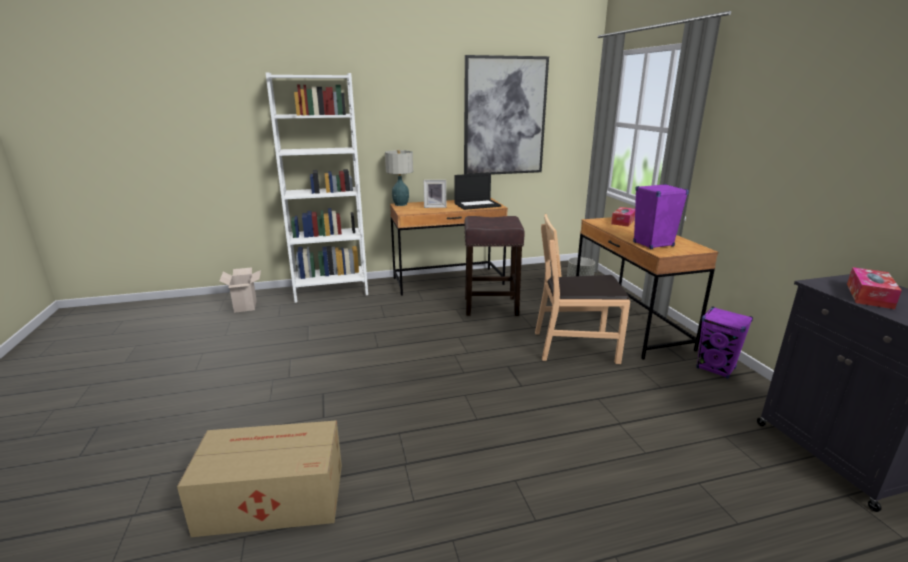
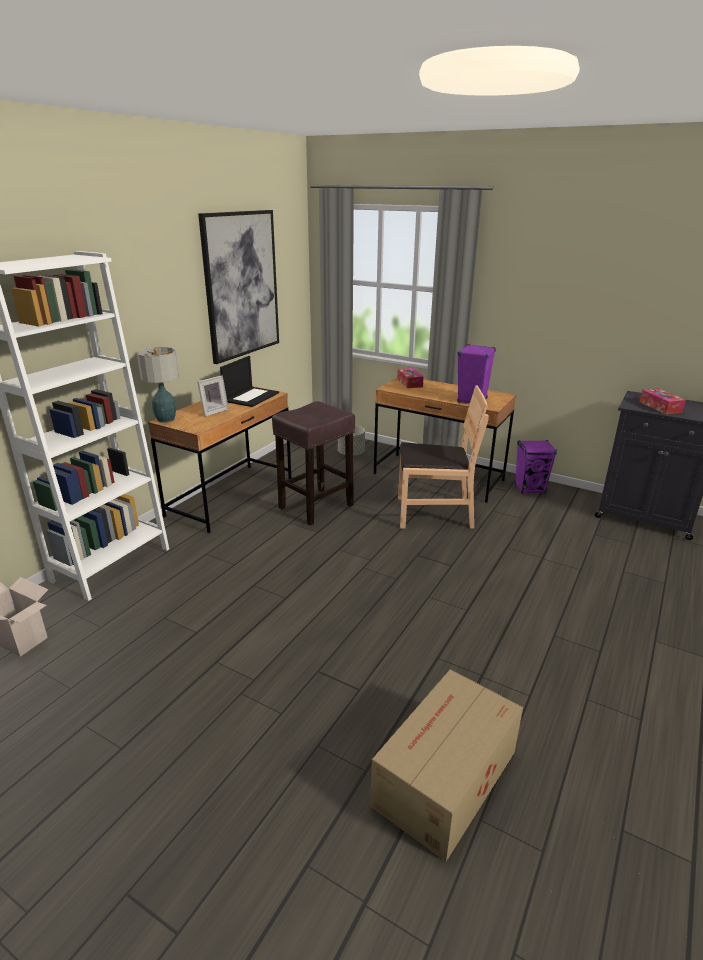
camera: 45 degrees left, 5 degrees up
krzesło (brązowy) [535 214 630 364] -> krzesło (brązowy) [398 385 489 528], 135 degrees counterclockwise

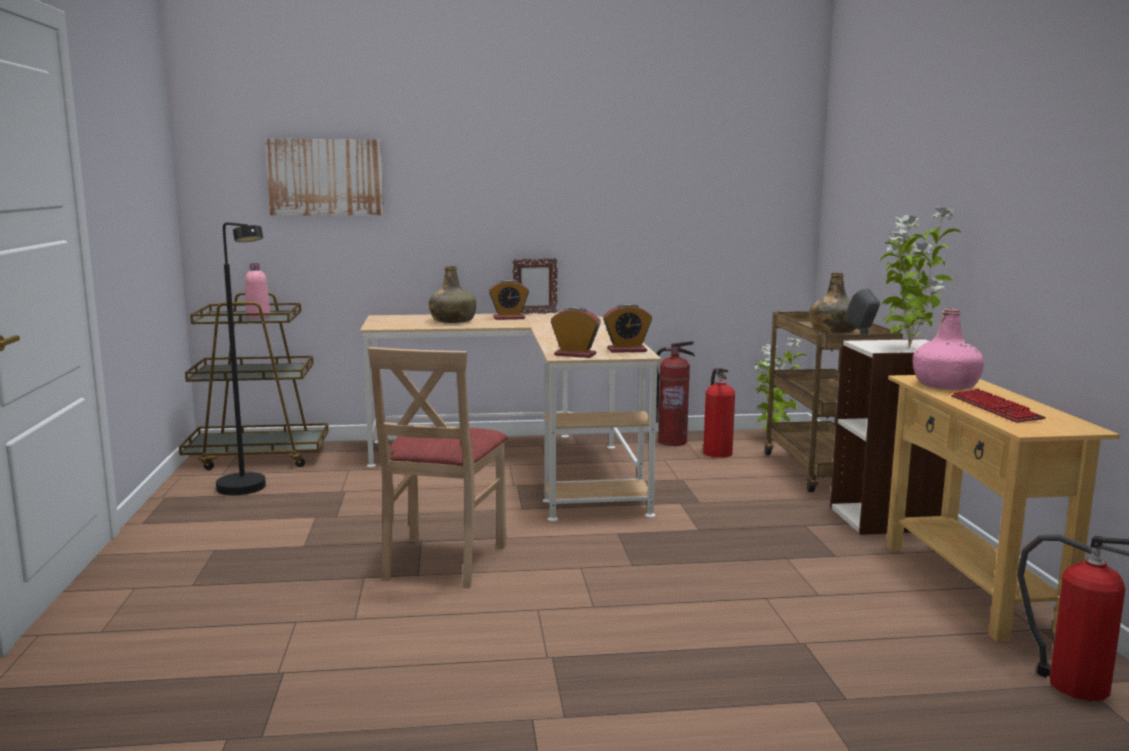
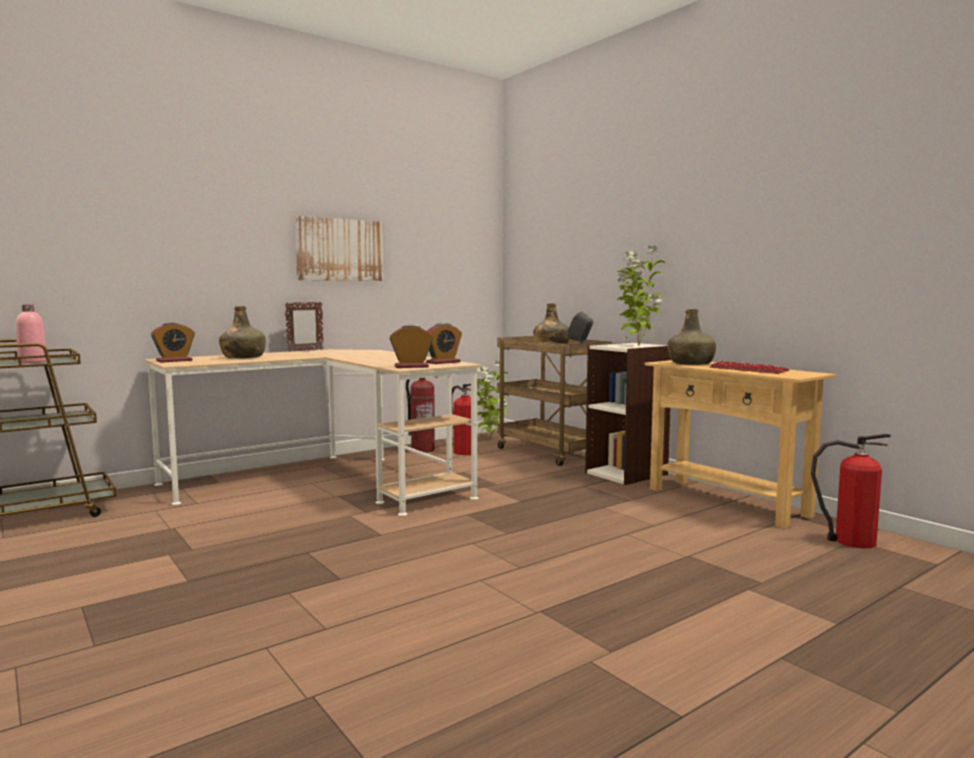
camera: 30 degrees left, 5 degrees down
lampa stojąca (czarny) [216 222 266 495] -> none
krzesło (beżowy) [368 347 508 589] -> none
obraz [265 139 384 215] -> obraz [295 216 384 281], move
budzik [489 279 529 320] -> budzik [151 322 195 363], move
butelka (różowy) [913 308 984 390] -> butelka (zielony) [667 309 716 365]

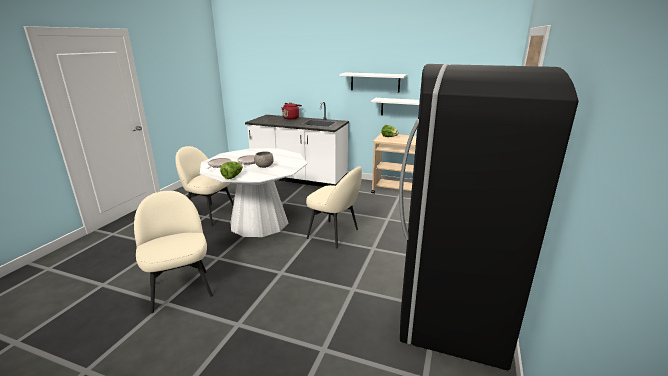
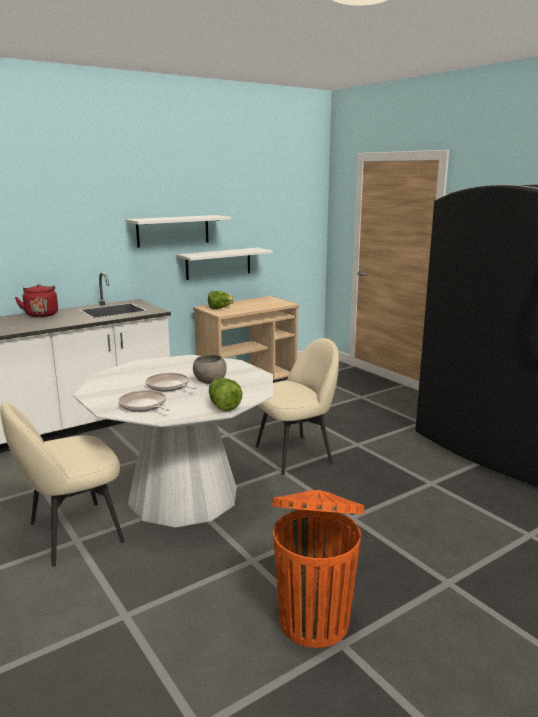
camera: 55 degrees left, 5 degrees down
krzesło (beżowy) [134 191 213 313] -> kosz na śmieci (pomarańczowy) [272 490 364 648]

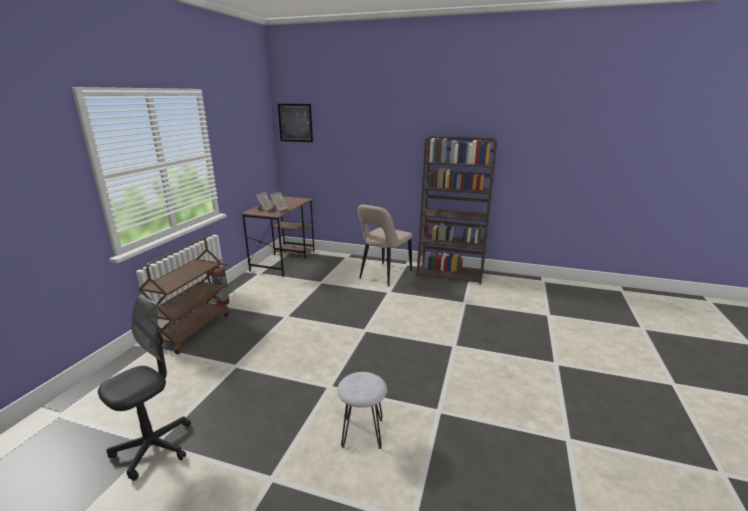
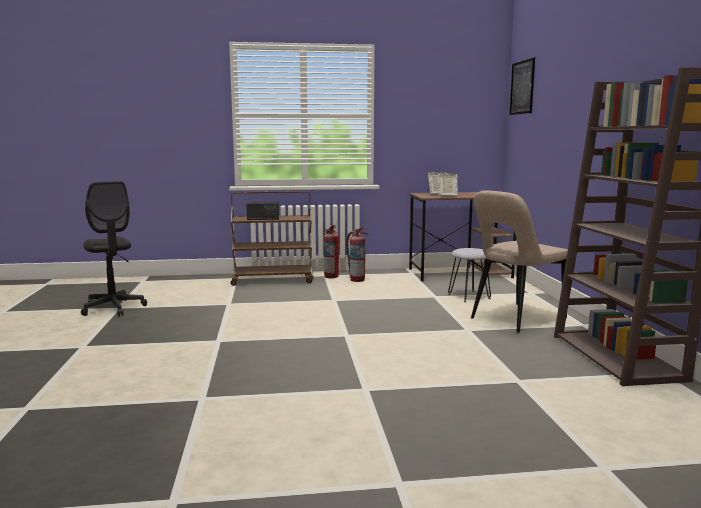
camera: 65 degrees right, 10 degrees down
none -> radio [246 202 279 220]
none -> gaśnica [346 227 369 282]
stołek (szary) [337 372 387 449] -> stołek (szary) [448 248 491 302], move
krzesło biurowe (czarny) [98 295 191 481] -> krzesło biurowe (czarny) [81 181 147 316], 45 degrees clockwise
krzesło (beżowy) [358 204 412 286] -> krzesło (beżowy) [471 190 568 333], 45 degrees counterclockwise

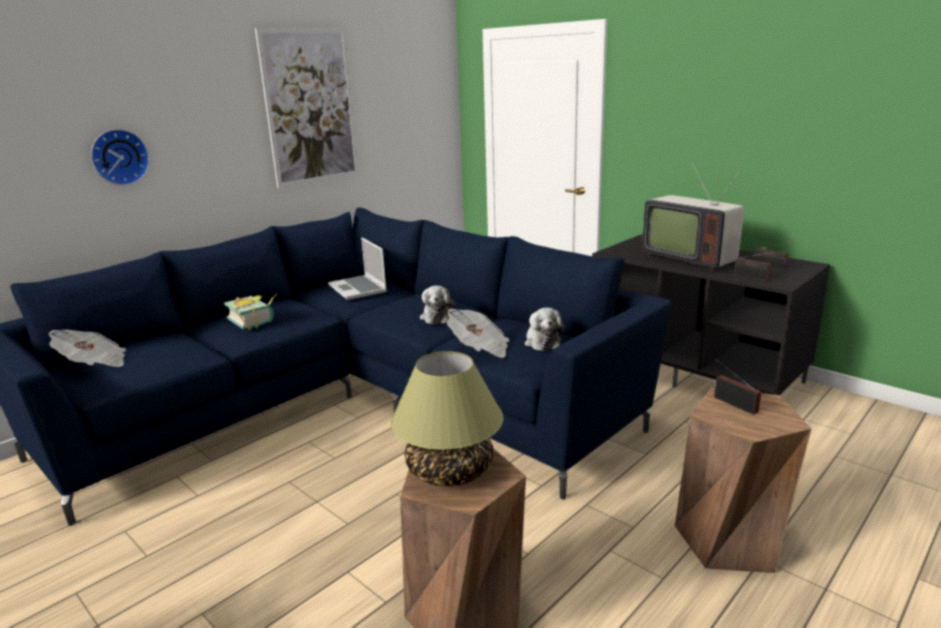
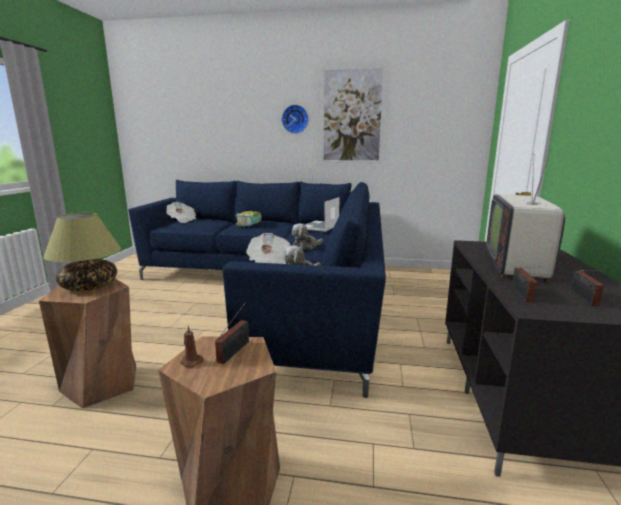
camera: 55 degrees right, 5 degrees down
none -> świeca (brązowy) [180 325 203 367]
zegar ścienny [91 129 150 186] -> zegar ścienny [282 105 309 134], move

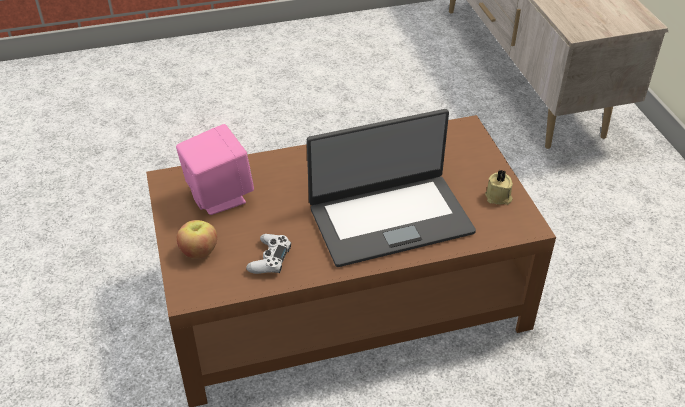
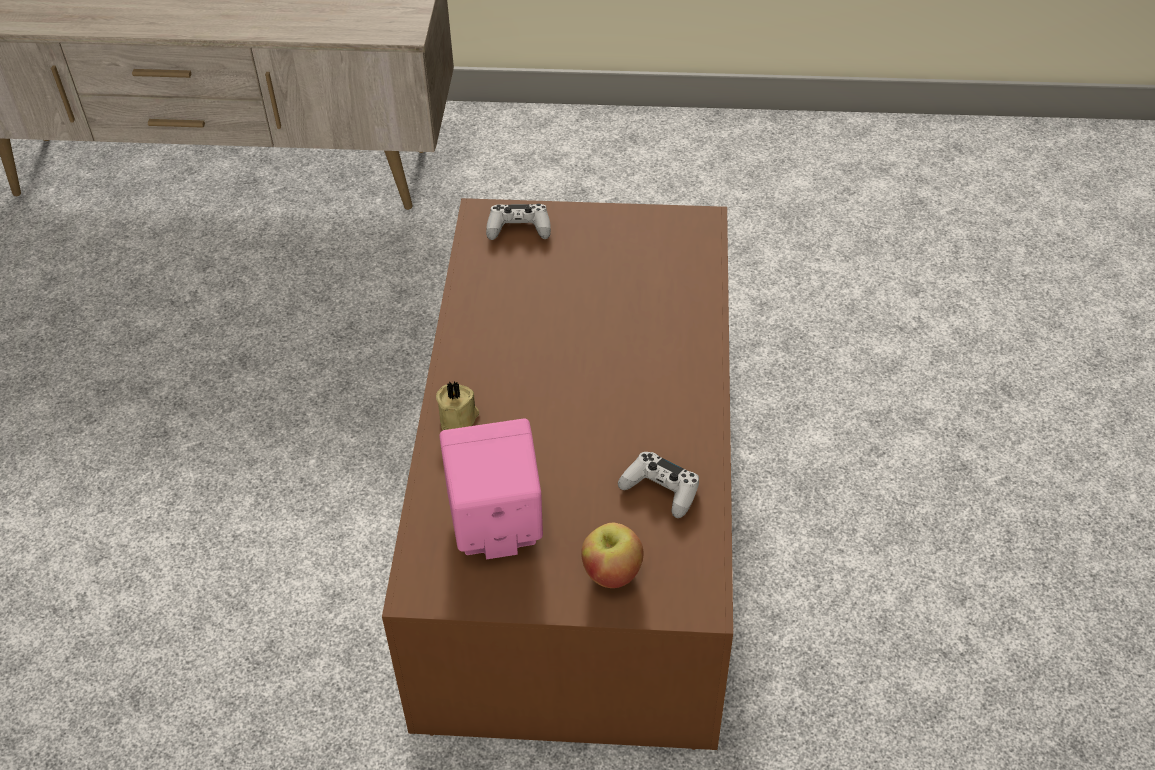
camera: 70 degrees left, 5 degrees up
laptop [307 109 476 267] -> none
none -> pad do gier (biały) [486 204 551 240]
świeca (beżowy) [485 170 513 205] -> świeca (beżowy) [436 381 479 430], move

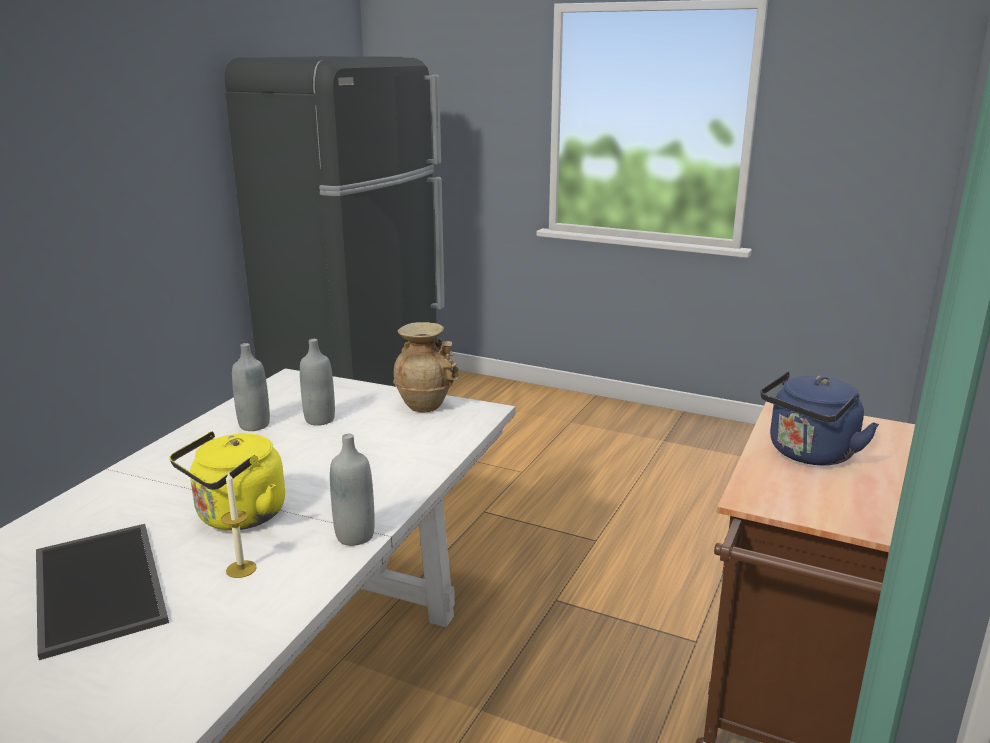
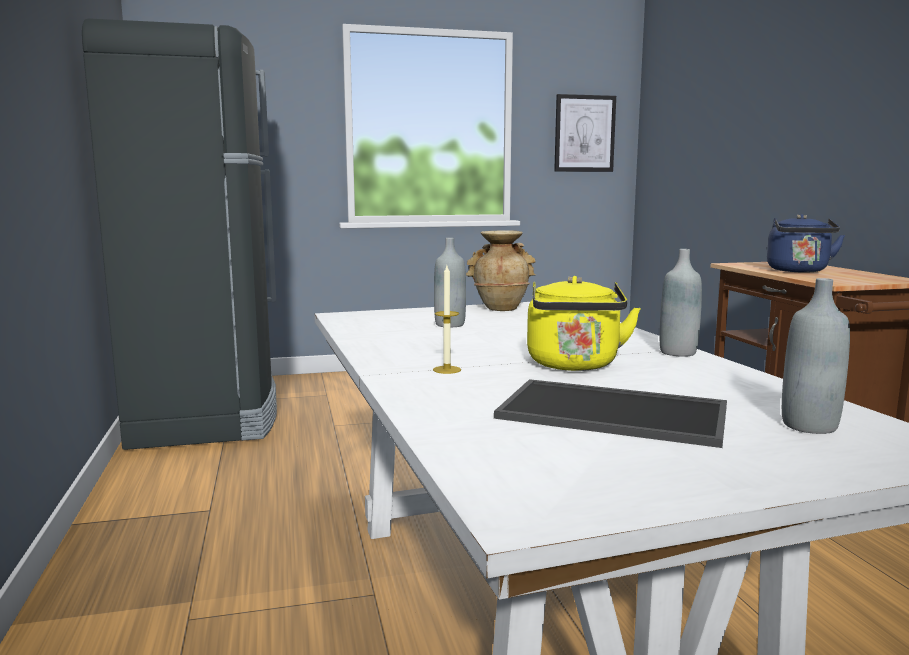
camera: 40 degrees left, 10 degrees down
none -> obraz [554 94 616 172]
świeca [221 471 257 578] -> świeca [433 266 461 374], move
butelka (szary) [232 343 270 431] -> butelka (szary) [782 278 850 434], move

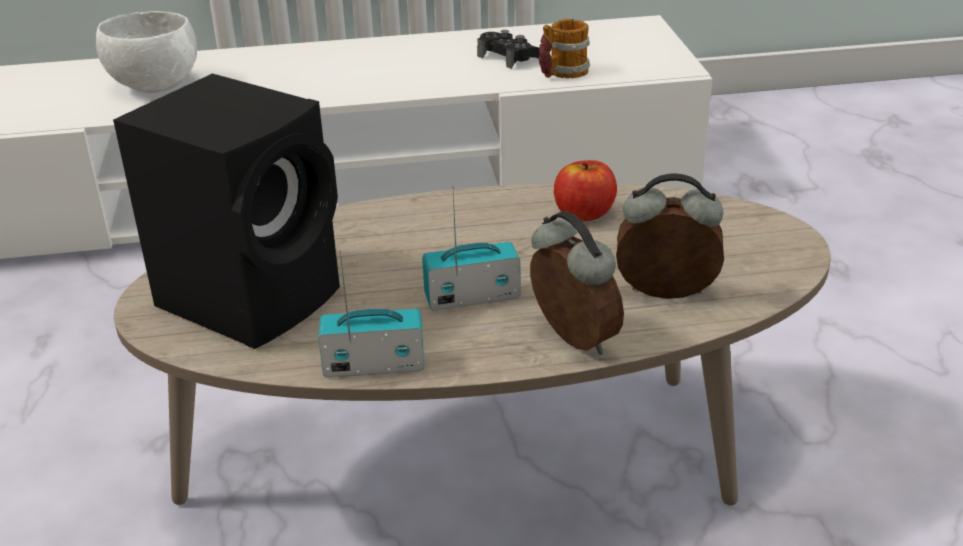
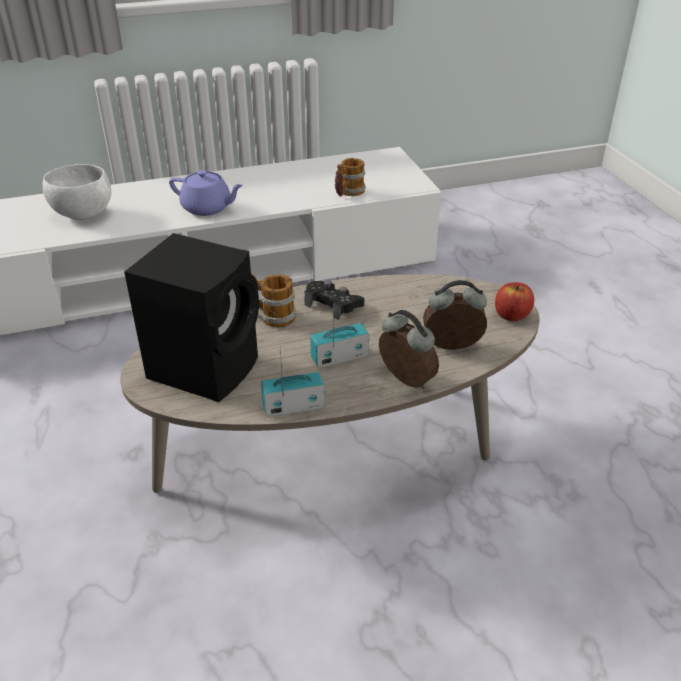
camera: 10 degrees left, 5 degrees up
none -> imbryk (fioletowy) [169 170 244 216]
none -> kubek [251 273 297 327]
pad do gier (czarny) [477 30 539 69] -> pad do gier (czarny) [304 280 364 320], move
jabłko [554 160 617 221] -> jabłko [495 282 534 321], move

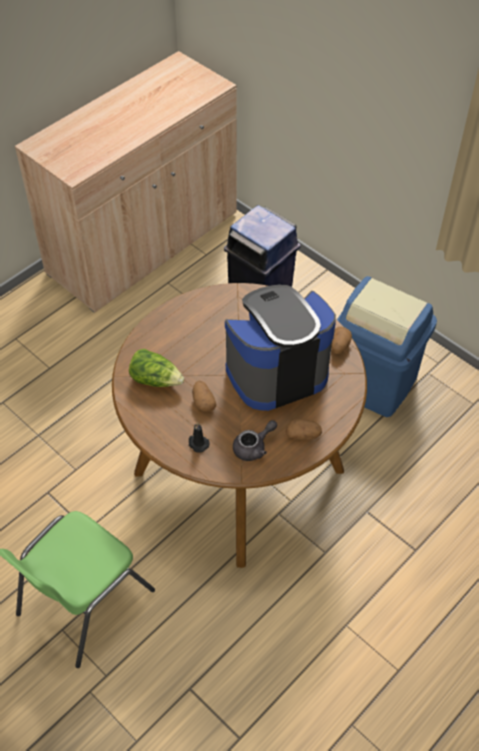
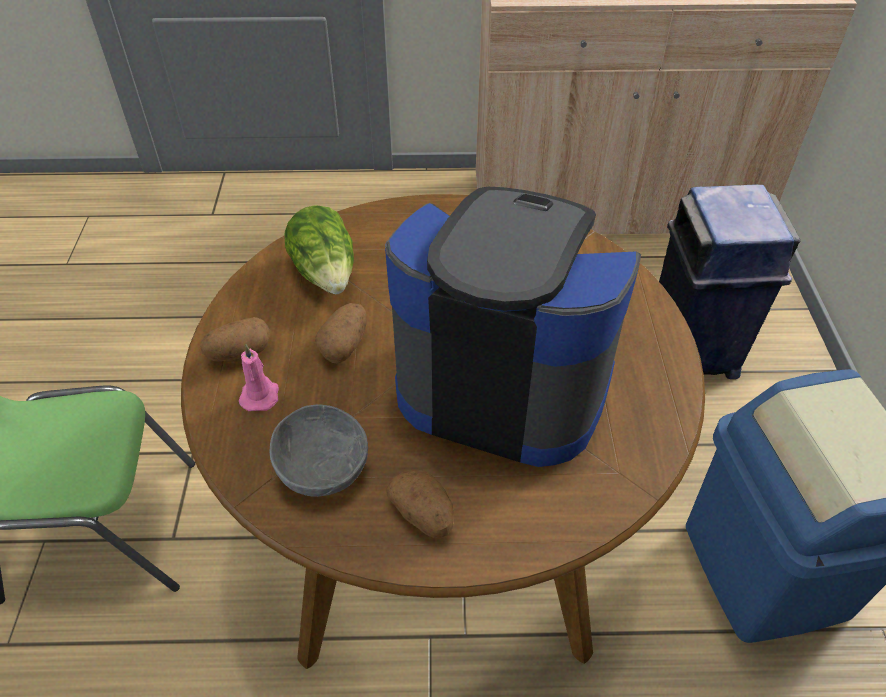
camera: 45 degrees right, 5 degrees down
ziemniak [331 327 352 354] -> ziemniak [200 317 270 362], move
imbryk (szary) [233 420 277 461] -> miska (szary) [270 404 368 497]
świeca (czarny) [189 423 210 452] -> świeca (różowy) [239 344 279 411]

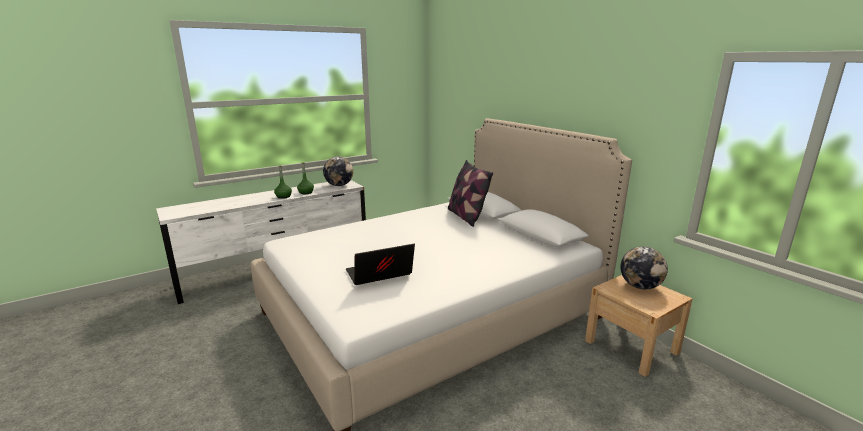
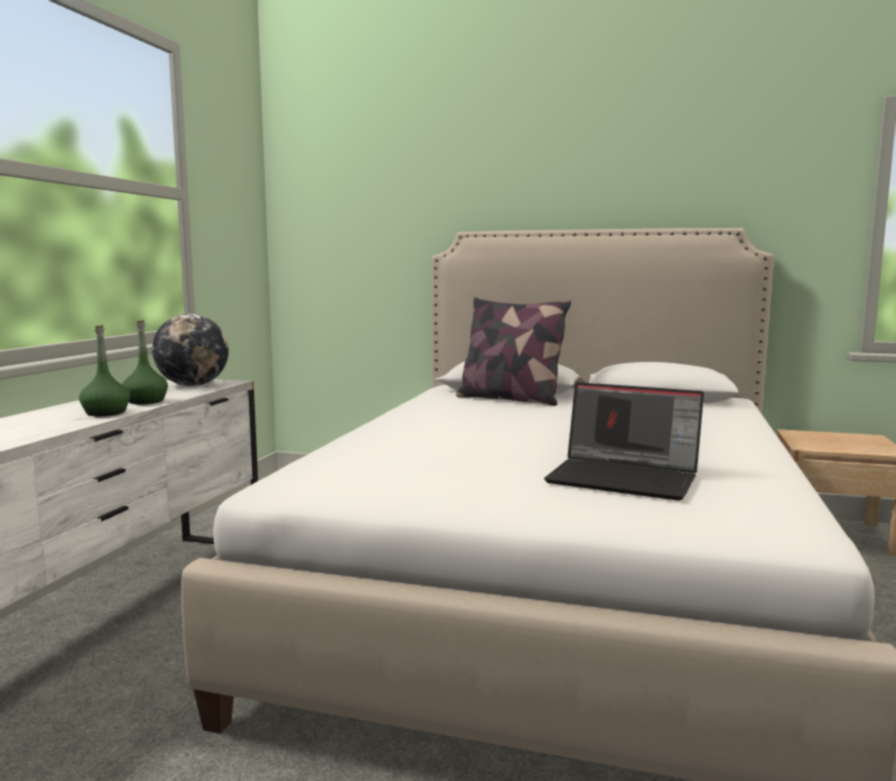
camera: 40 degrees left, 10 degrees down
globus [620 246 668 289] -> none
laptop [346 244 415 285] -> laptop [544 382 704 501], 90 degrees counterclockwise

